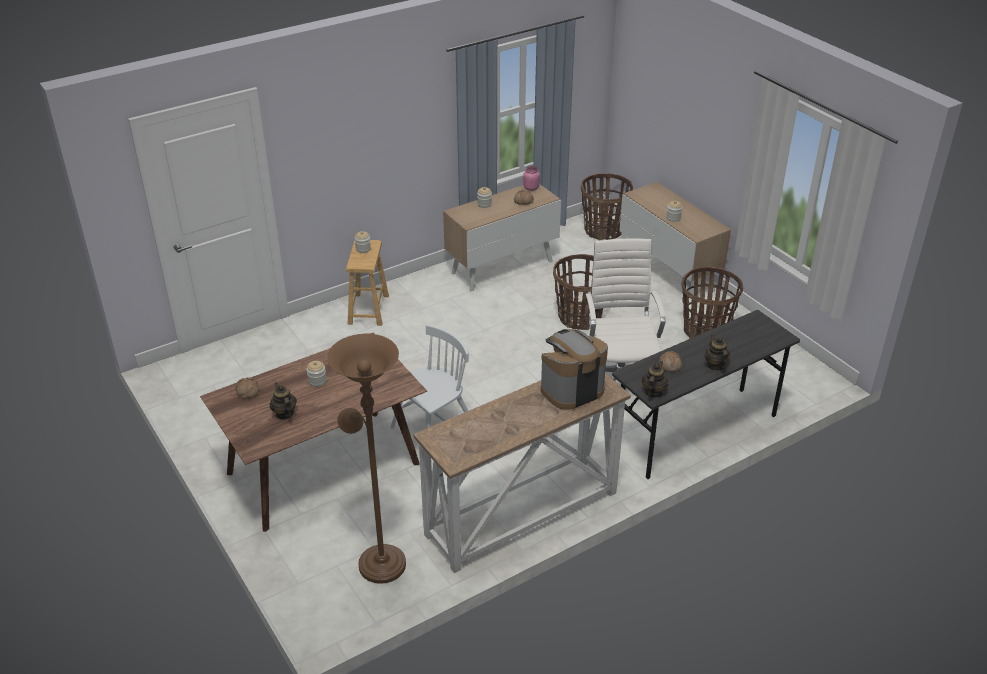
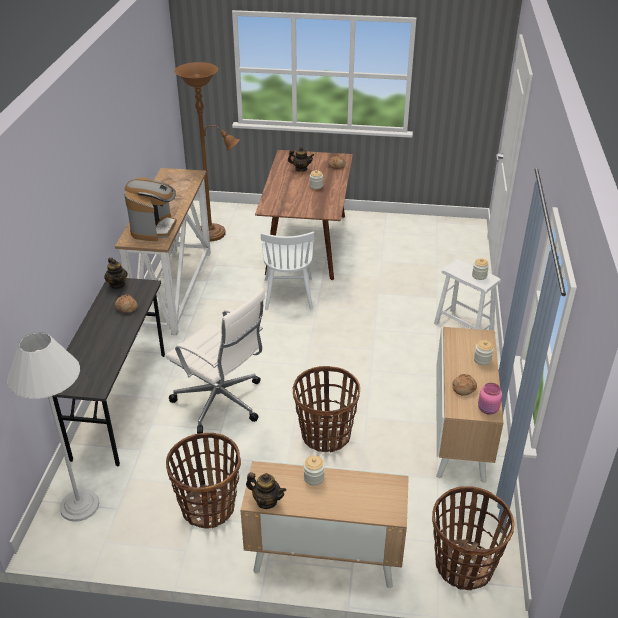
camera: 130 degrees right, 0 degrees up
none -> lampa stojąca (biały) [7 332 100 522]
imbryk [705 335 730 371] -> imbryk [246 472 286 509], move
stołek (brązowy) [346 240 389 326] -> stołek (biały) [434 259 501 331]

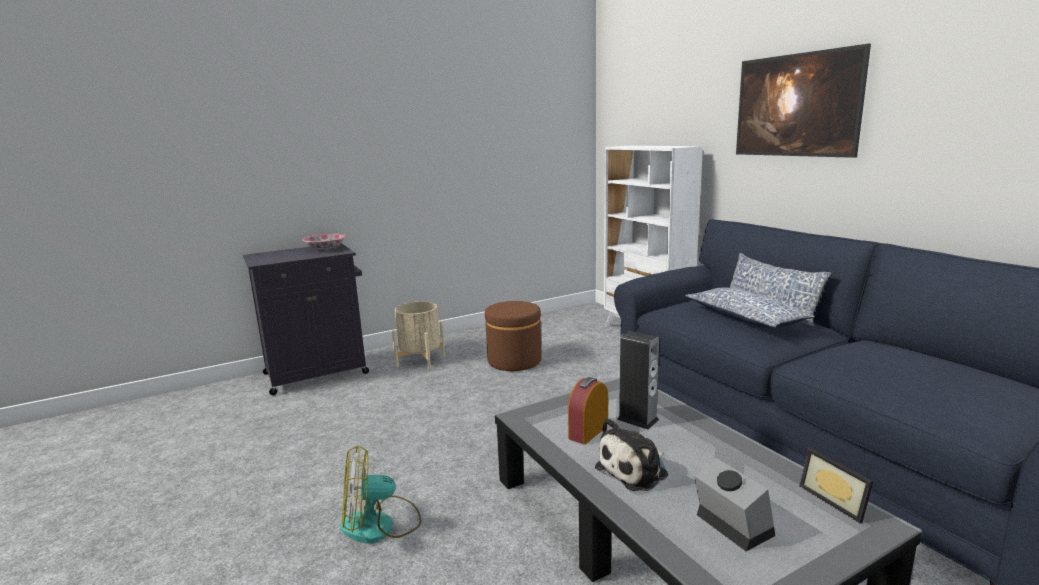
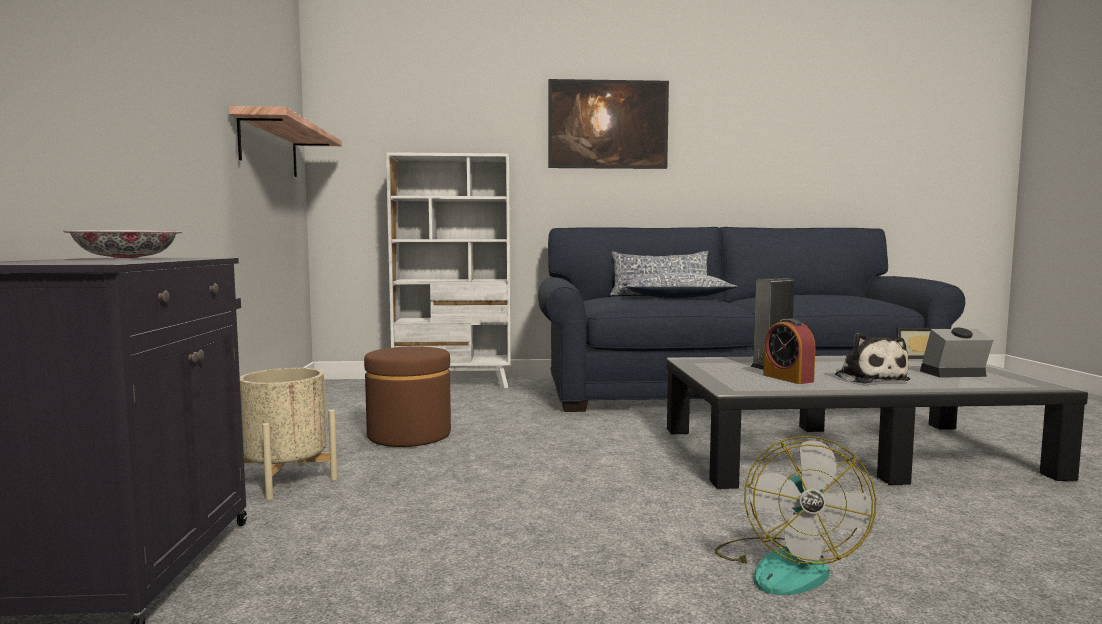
camera: 65 degrees left, 10 degrees down
none -> półka [229 106 342 177]

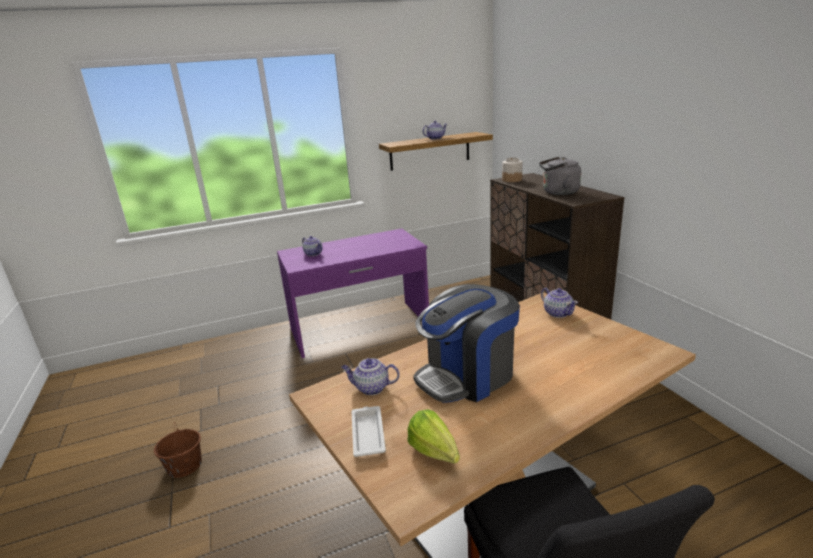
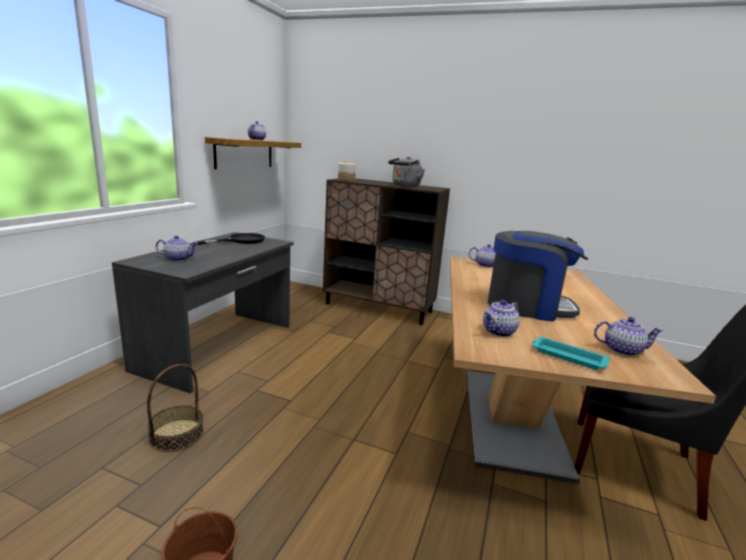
camera: 50 degrees left, 5 degrees down
none -> koszyk [147 364 204 452]
none -> patelnia (czarny) [196 233 265 245]
sałata [407 409 460 464] -> imbryk [594 317 663 356]
biurko (fioletowy) [277 228 429 358] -> biurko (szary) [112 232 294 393]
taca (biały) [351 406 386 457] -> taca (turkusowy) [532 337 610 370]
ekspres do kawy [413 284 520 403] -> ekspres do kawy [488 231 588 322], 90 degrees counterclockwise

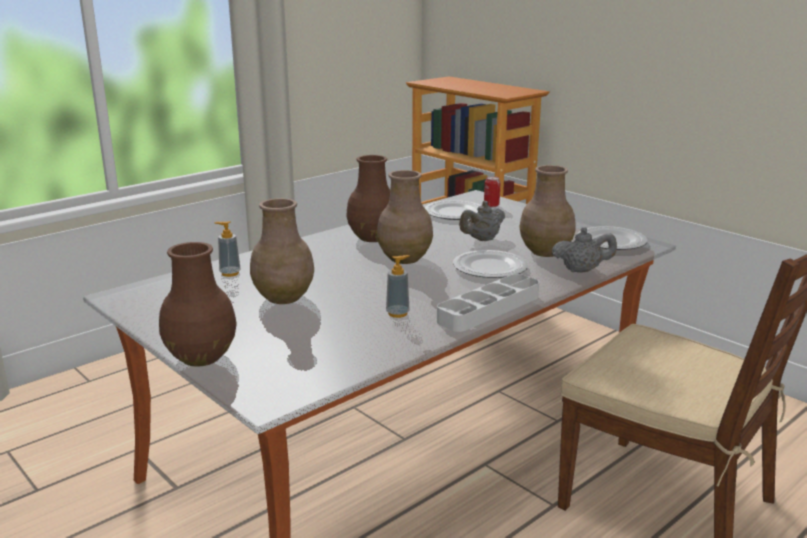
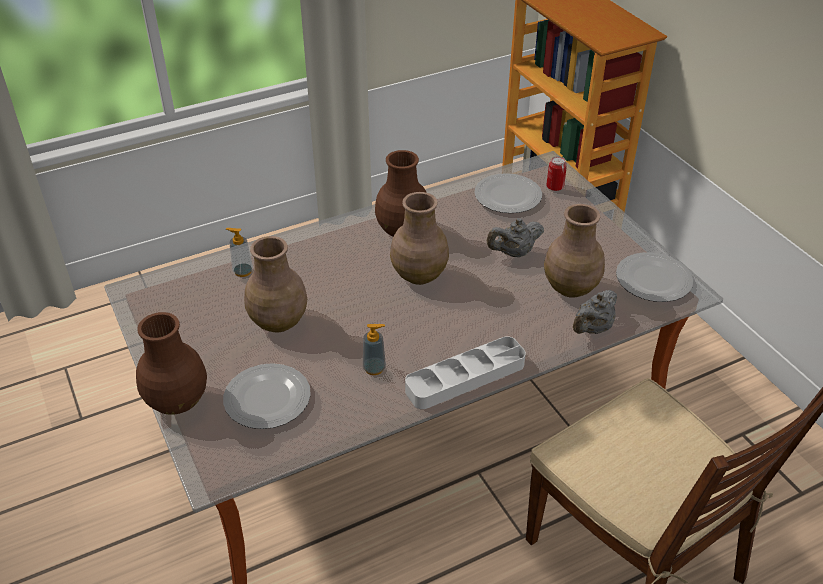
camera: 15 degrees right, 20 degrees up
talerz [453 250 528 278] -> talerz [223 363 311 429], move
imbryk (szary) [552 227 617 273] -> imbryk (szary) [573 290 617 334], 120 degrees clockwise

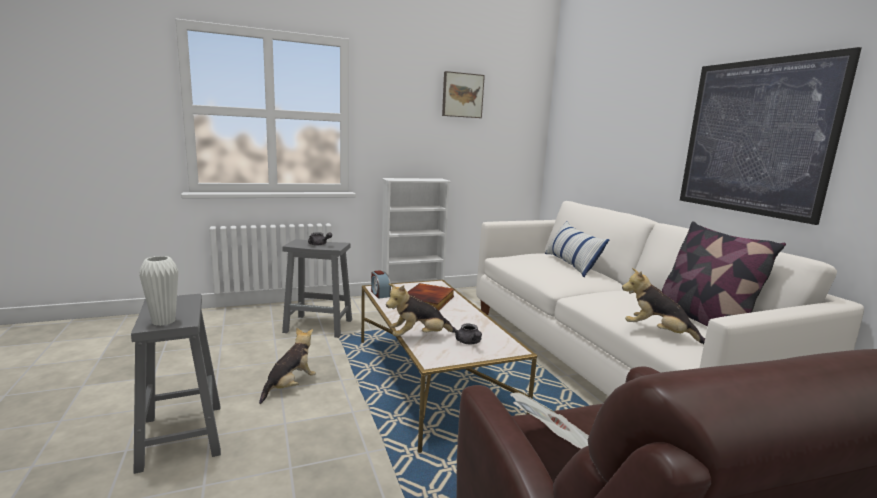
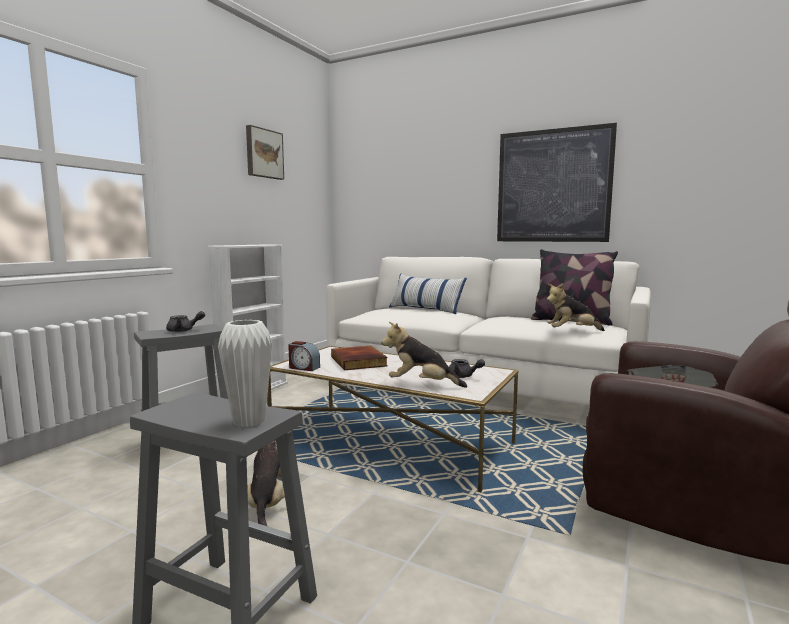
camera: 40 degrees left, 5 degrees down
pluszak [386 283 456 337] -> pluszak [381 322 467 388], 75 degrees clockwise

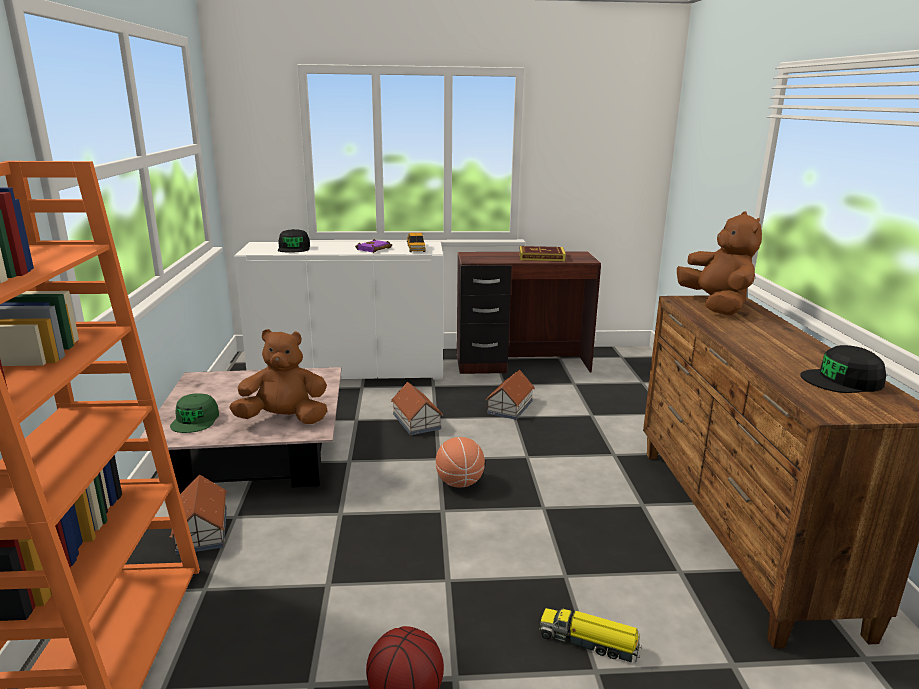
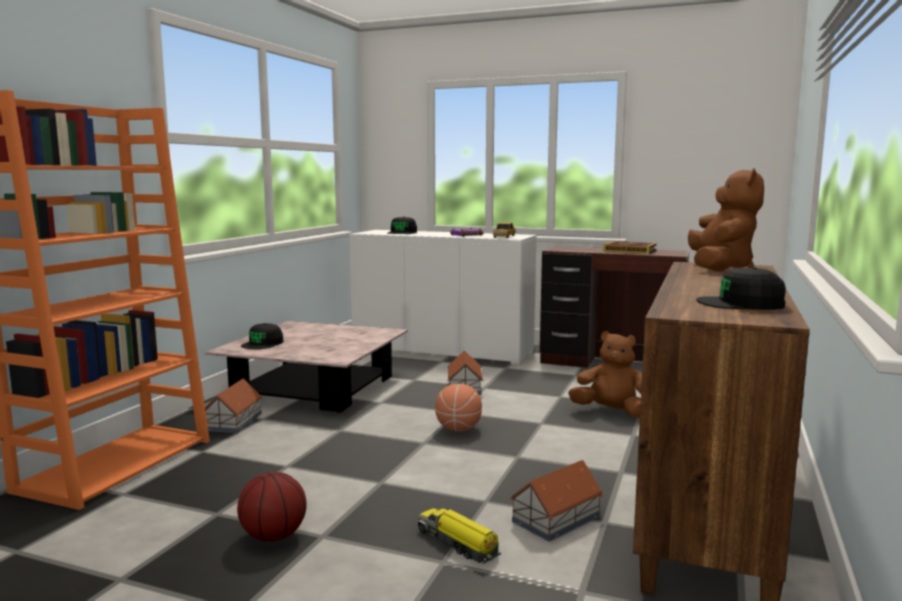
camera: 25 degrees right, 10 degrees down
pluszak (brązowy) [229 329 328 424] -> pluszak (brązowy) [568 331 642 418], move
domek [486 370 535 420] -> domek [509 460 603 542], move
czapka z daszkiem (zielony) [170 393 219 433] -> czapka z daszkiem (czarny) [241 323 284 349]

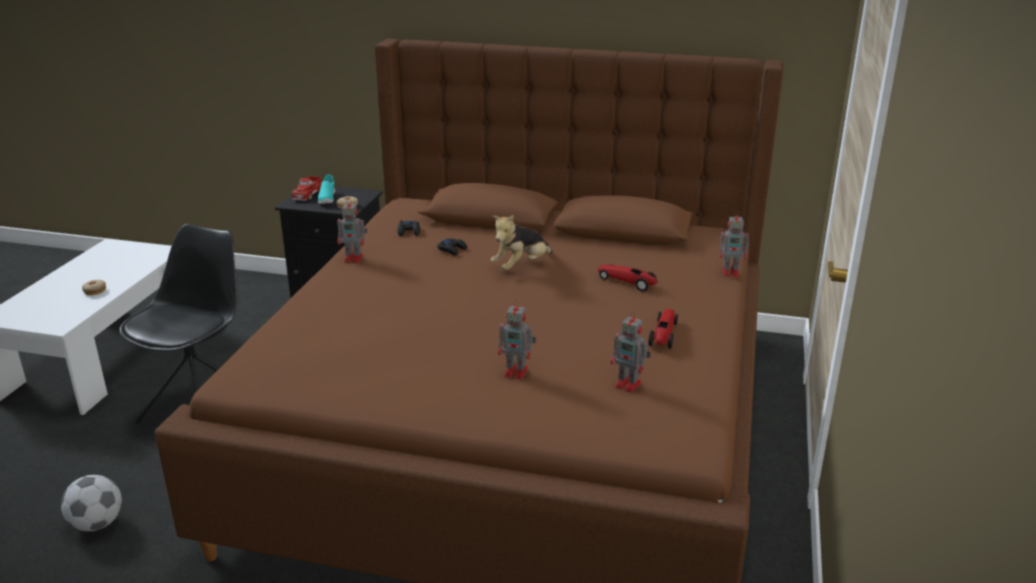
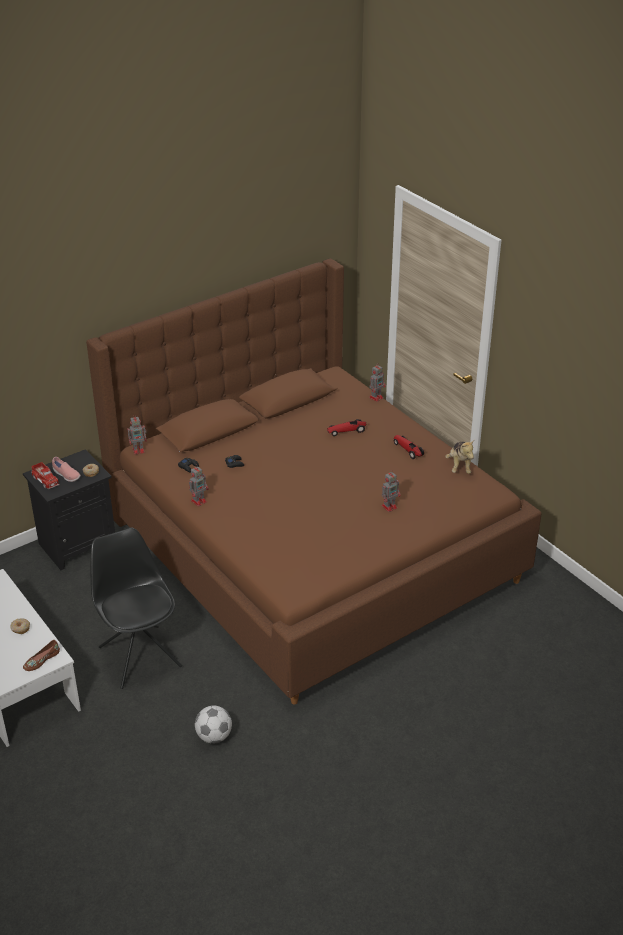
camera: 50 degrees left, 10 degrees up
none -> but (brązowy) [23 640 60 671]
pluszak [491 215 553 270] -> pluszak [445 440 474 474], move
robot zabawkowy [611 312 651 393] -> robot zabawkowy [127 416 147 455], move
but (turkusowy) [318 175 335 204] -> but (różowy) [52 457 81 482]

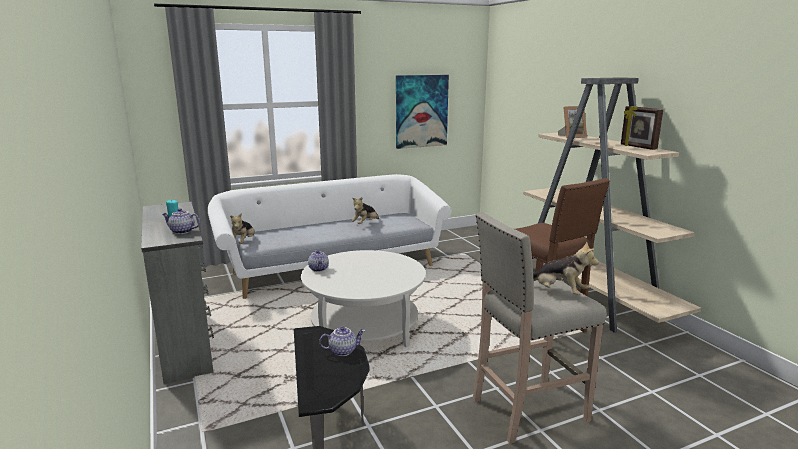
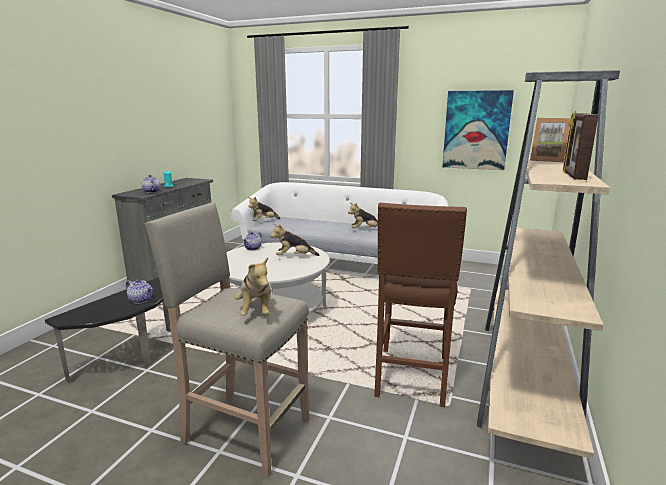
camera: 45 degrees right, 0 degrees up
none -> pluszak [271 223 320 256]

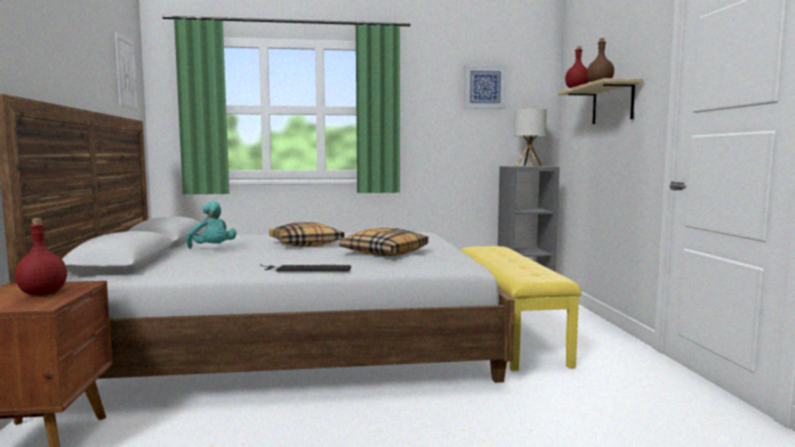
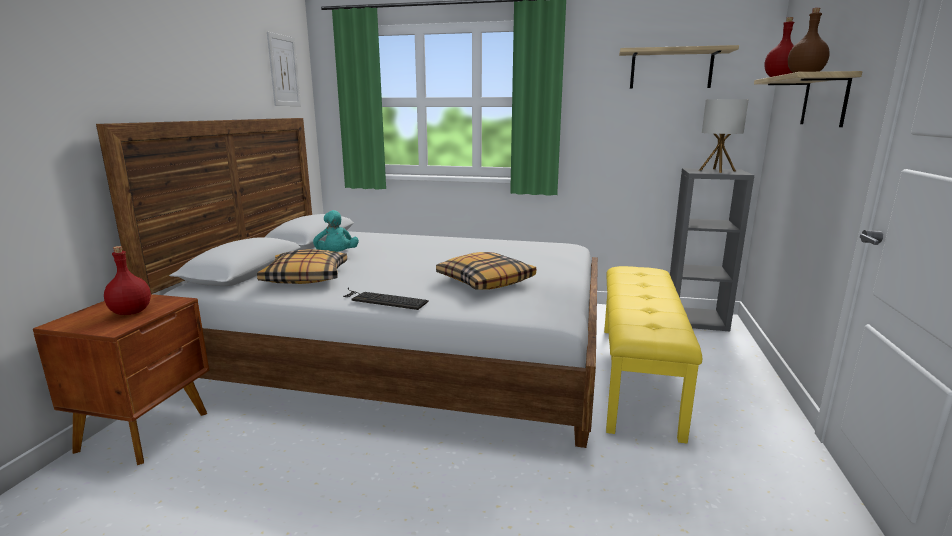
camera: 20 degrees right, 10 degrees up
poduszka [269 222 344 247] -> poduszka [257 249 347 284], move
obraz [464 64 507 109] -> półka [619 45 739 89]

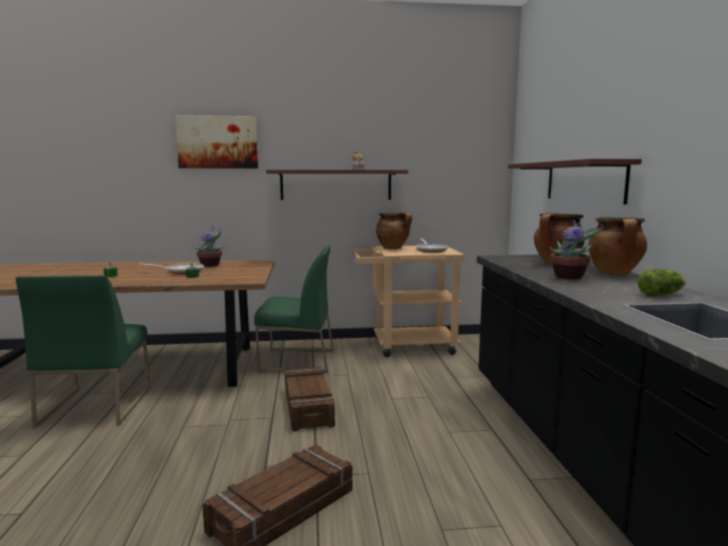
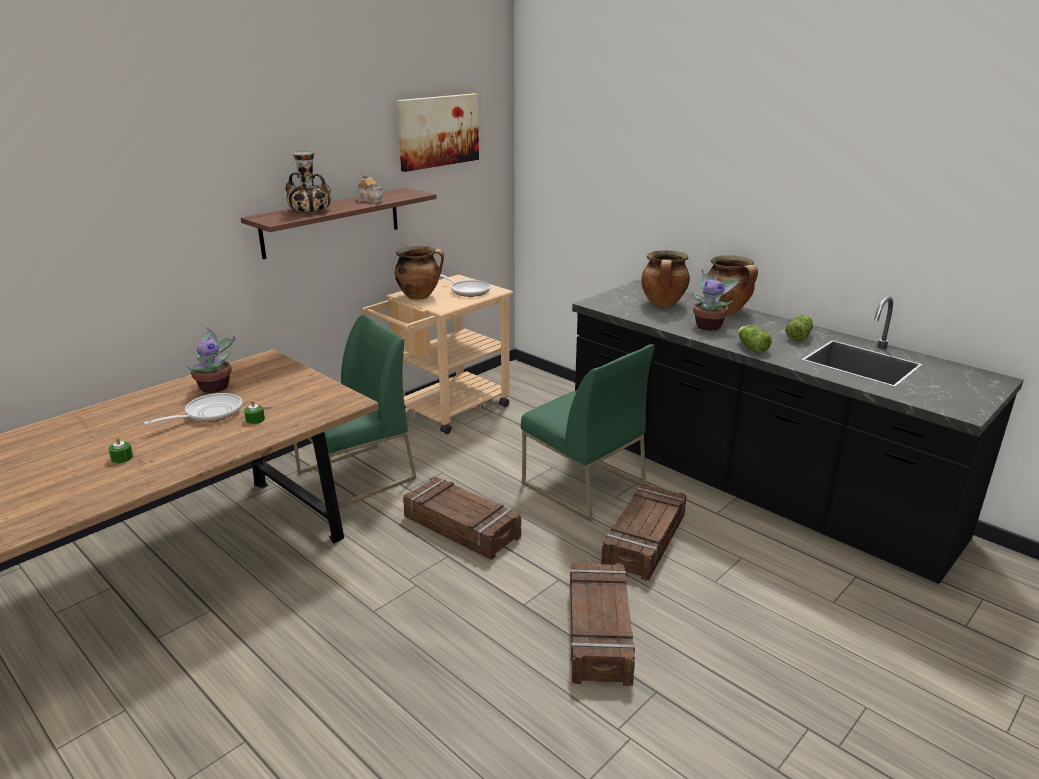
camera: 40 degrees left, 15 degrees up
półka [508 159 642 205] -> none
none -> wazon [285 151 331 213]
none -> skrzynka [601 483 687 581]
none -> sałata [738 325 772 353]
krzesło (zielony) [16 275 150 428] -> krzesło (zielony) [521 344 655 521], move
obraz [175 115 258 168] -> obraz [397 93 479 172], move

